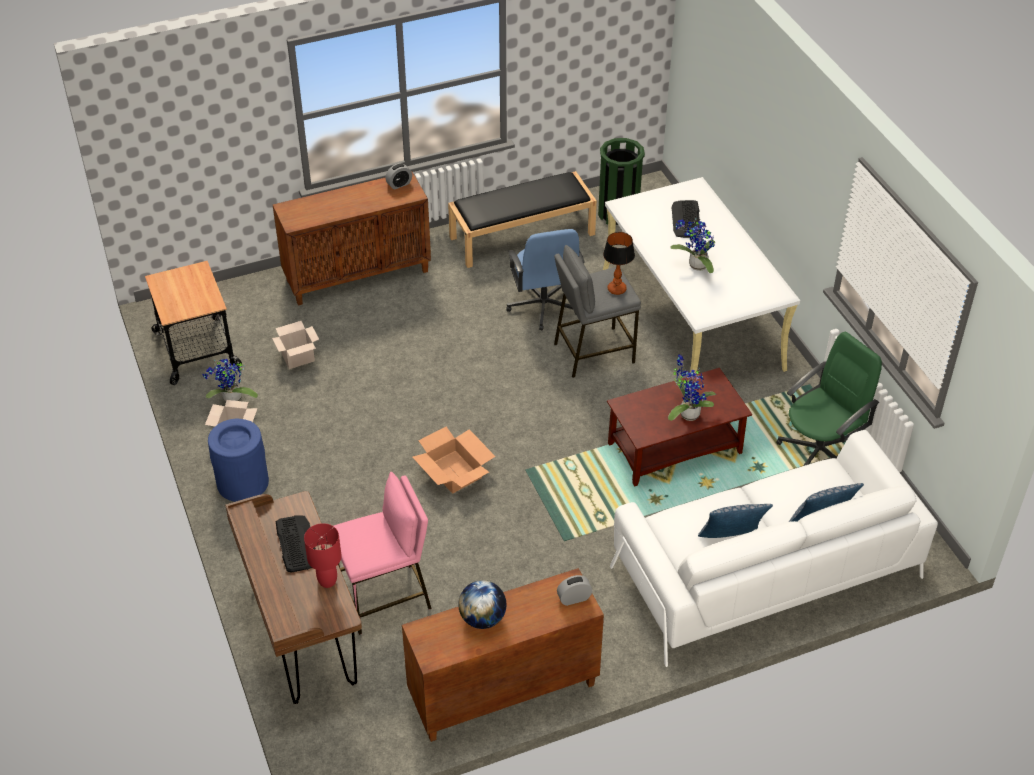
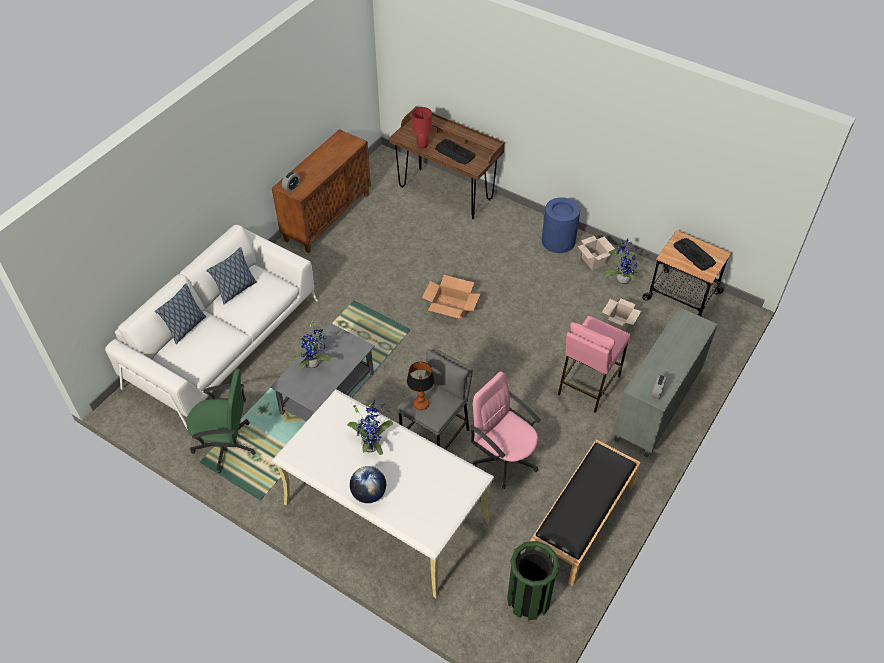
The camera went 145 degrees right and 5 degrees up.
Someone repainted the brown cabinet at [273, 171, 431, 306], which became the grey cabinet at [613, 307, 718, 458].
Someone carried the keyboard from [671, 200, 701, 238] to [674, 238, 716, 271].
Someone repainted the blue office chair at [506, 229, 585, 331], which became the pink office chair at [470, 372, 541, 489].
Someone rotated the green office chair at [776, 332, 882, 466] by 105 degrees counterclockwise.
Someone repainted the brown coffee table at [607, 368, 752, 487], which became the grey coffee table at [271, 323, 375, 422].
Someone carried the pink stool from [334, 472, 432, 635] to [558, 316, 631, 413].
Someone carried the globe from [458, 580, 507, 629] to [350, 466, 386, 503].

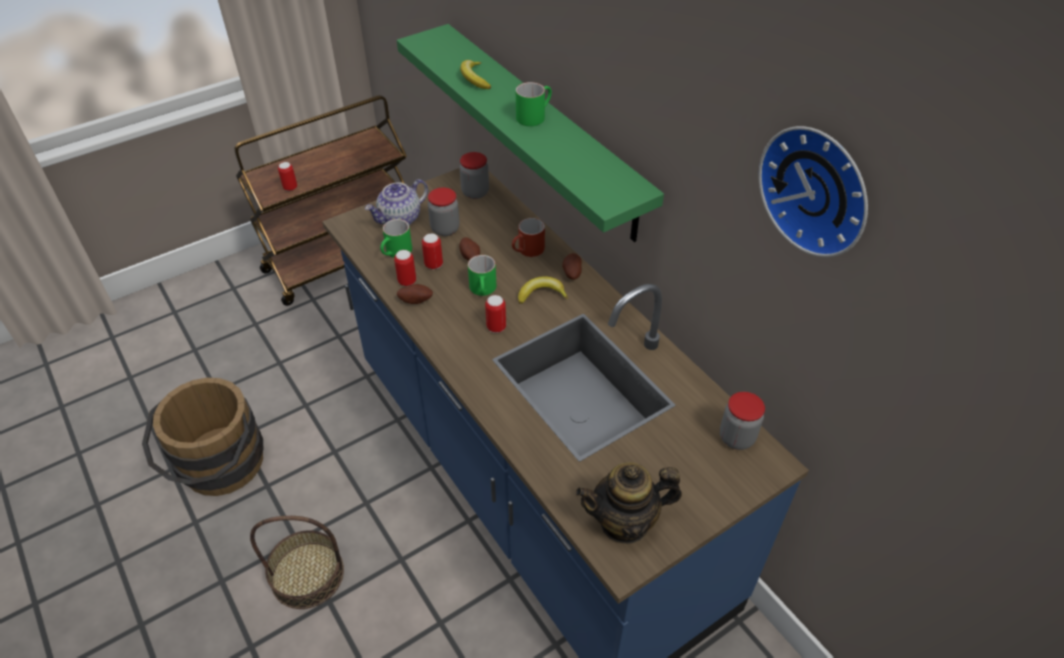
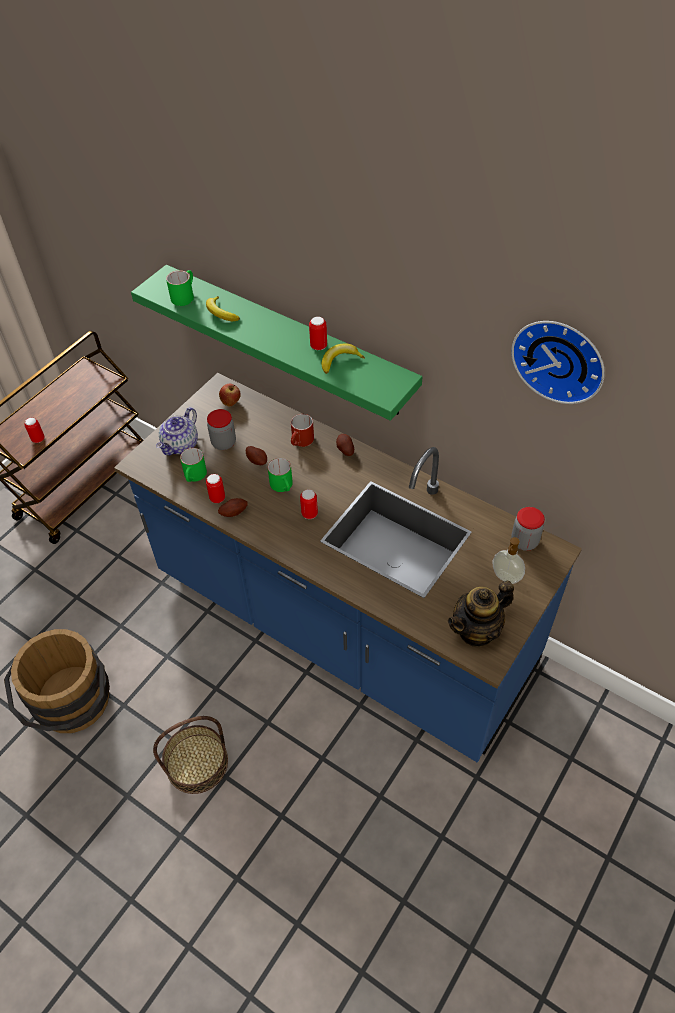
The camera went 20 degrees left and 5 degrees up.
Someone carried the green mug from [516, 82, 552, 126] to [166, 270, 194, 306].
Someone swapped the jar at [459, 152, 489, 199] for the apple at [219, 384, 241, 406].
Someone carried the can from [422, 234, 443, 269] to [309, 317, 327, 350].
Someone carried the banana from [518, 276, 568, 304] to [322, 344, 365, 374].
Someone put down the soap dispenser at [493, 537, 525, 584].

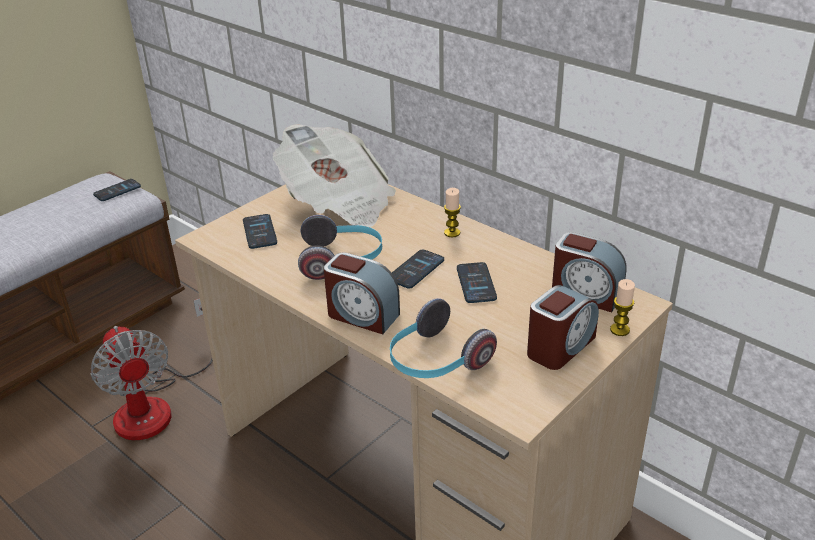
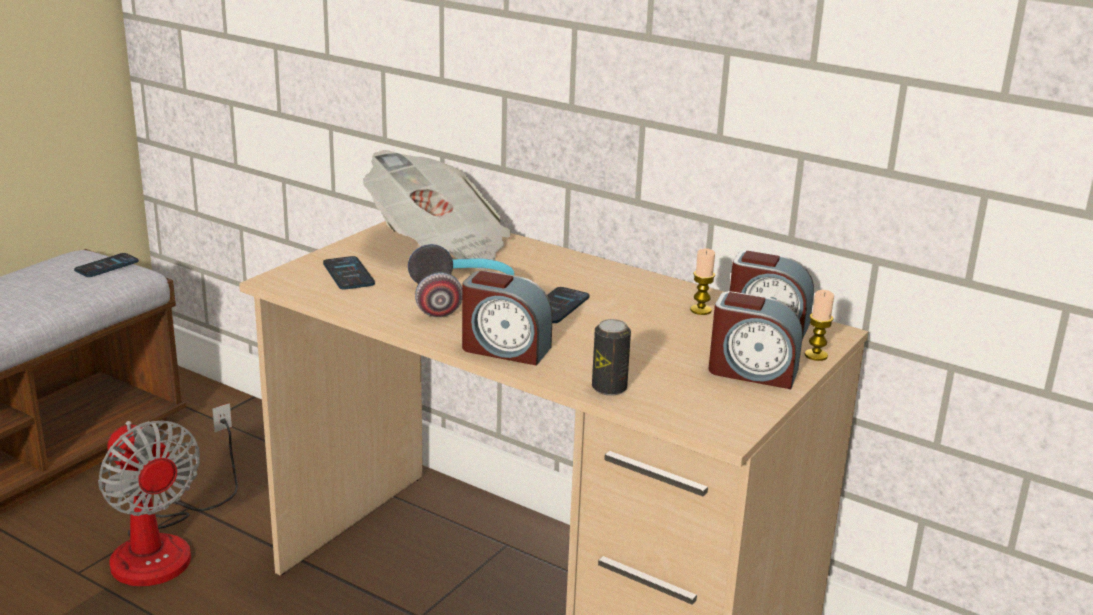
The camera went 10 degrees left and 10 degrees down.
Someone carried the candle from [444, 188, 461, 237] to [690, 249, 715, 315].
Someone took away the phone at [457, 262, 497, 303].
Someone rotated the alarm clock at [527, 285, 599, 370] by 75 degrees clockwise.
Someone swapped the headphones at [390, 298, 497, 378] for the can at [592, 319, 631, 396].

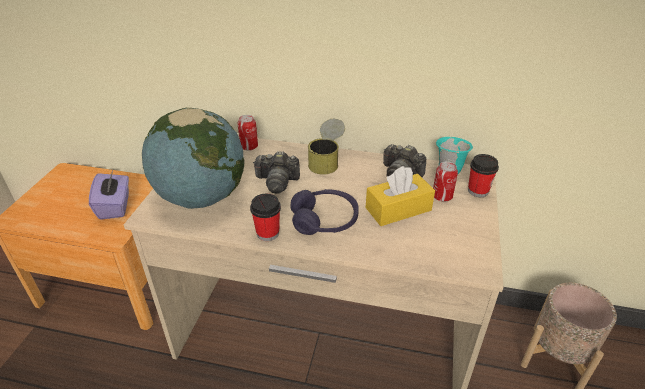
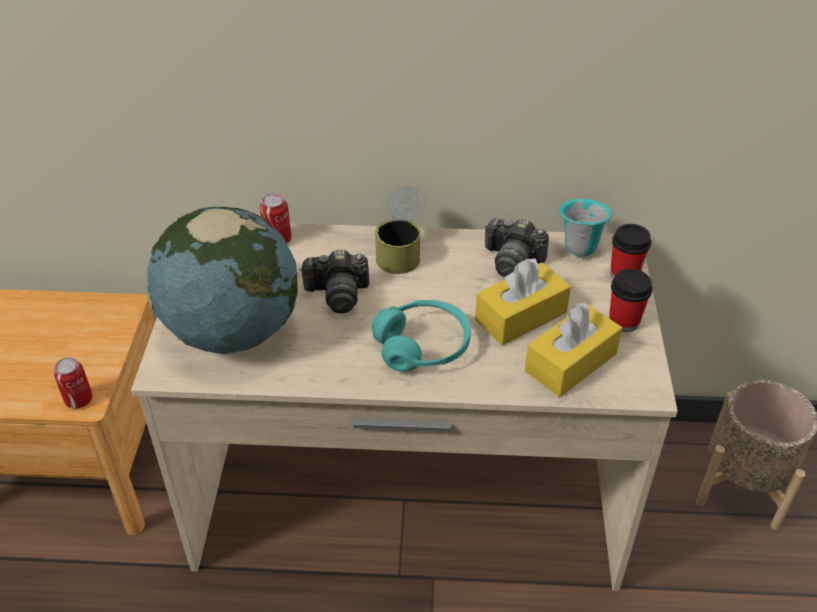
The camera went 10 degrees left and 5 degrees up.
Someone carried the can from [433, 161, 458, 202] to [54, 357, 93, 409].
Someone took away the purple tissue box at [89, 171, 129, 220].
Someone repainted the purple headphones at [290, 189, 359, 235], which became the turquoise headphones at [372, 300, 471, 372].
Someone carried the cup from [250, 194, 281, 241] to [609, 269, 652, 332].
Someone put down the yellow tissue box at [525, 303, 622, 397].

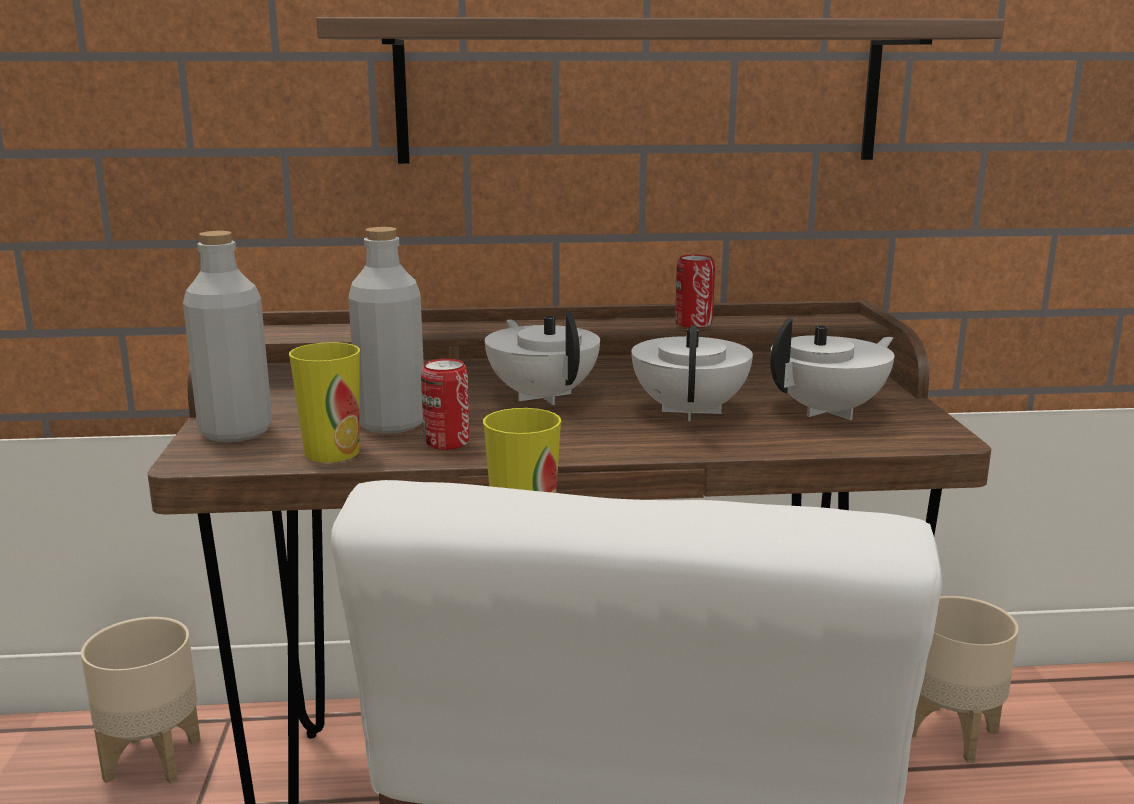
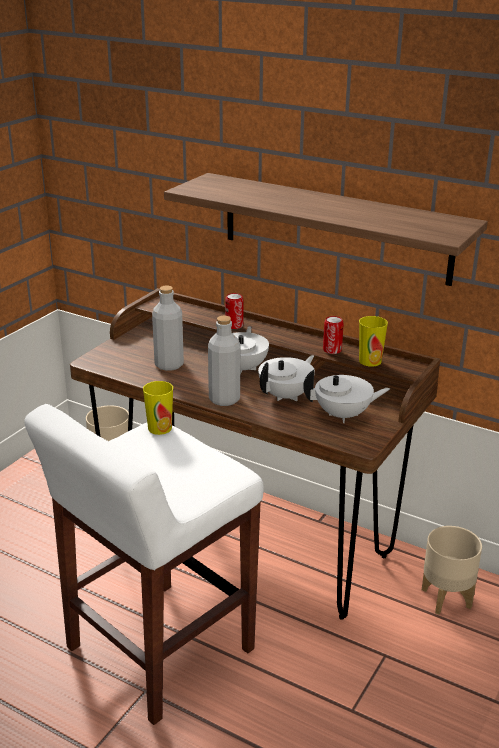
The camera went 35 degrees right and 10 degrees up.
Someone carried the grey bottle from [183, 231, 272, 442] to [208, 316, 240, 406].
Someone carried the cup from [289, 342, 360, 462] to [359, 316, 388, 367].
Someone carried the can from [421, 359, 470, 450] to [225, 293, 243, 329].

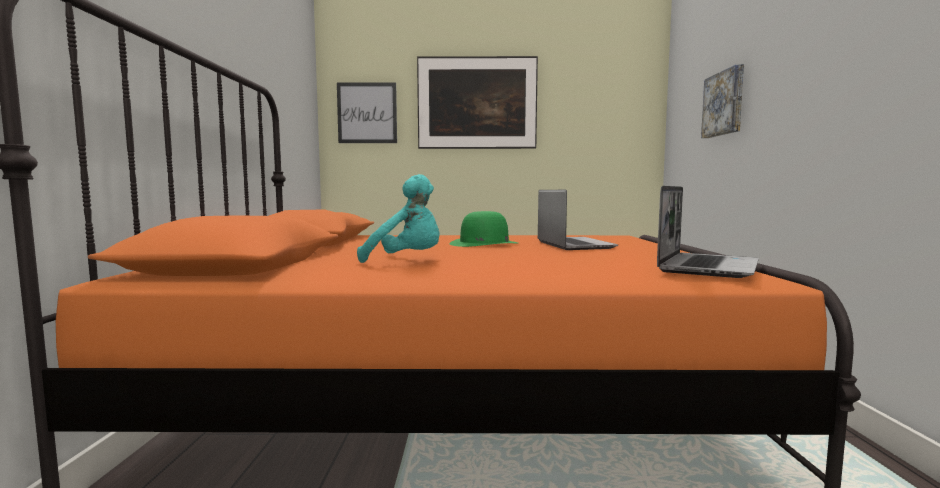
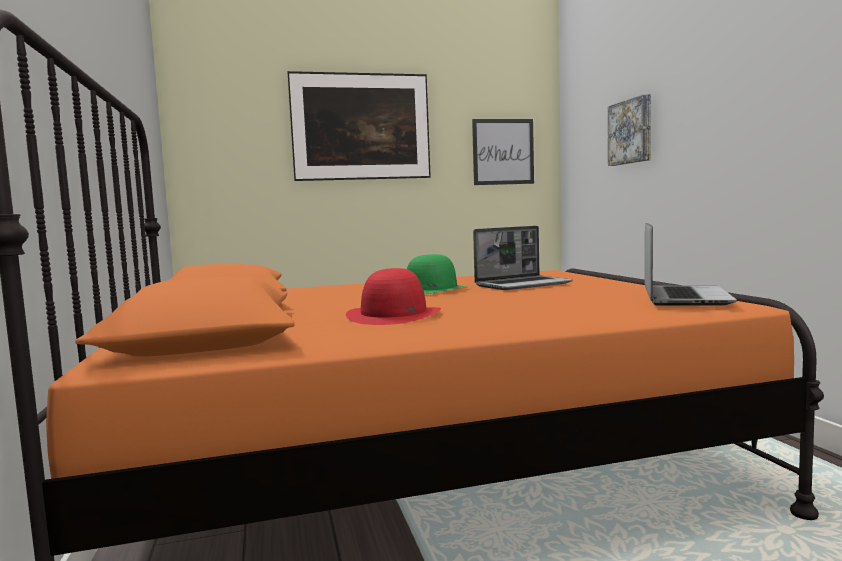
The camera went 15 degrees left and 0 degrees up.
Someone carried the picture from [337, 83, 397, 143] to [472, 119, 534, 185].
Someone swapped the turquoise plush toy at [357, 174, 440, 263] for the red hat at [346, 268, 441, 325].
Someone rotated the laptop at [538, 190, 618, 250] by 90 degrees clockwise.

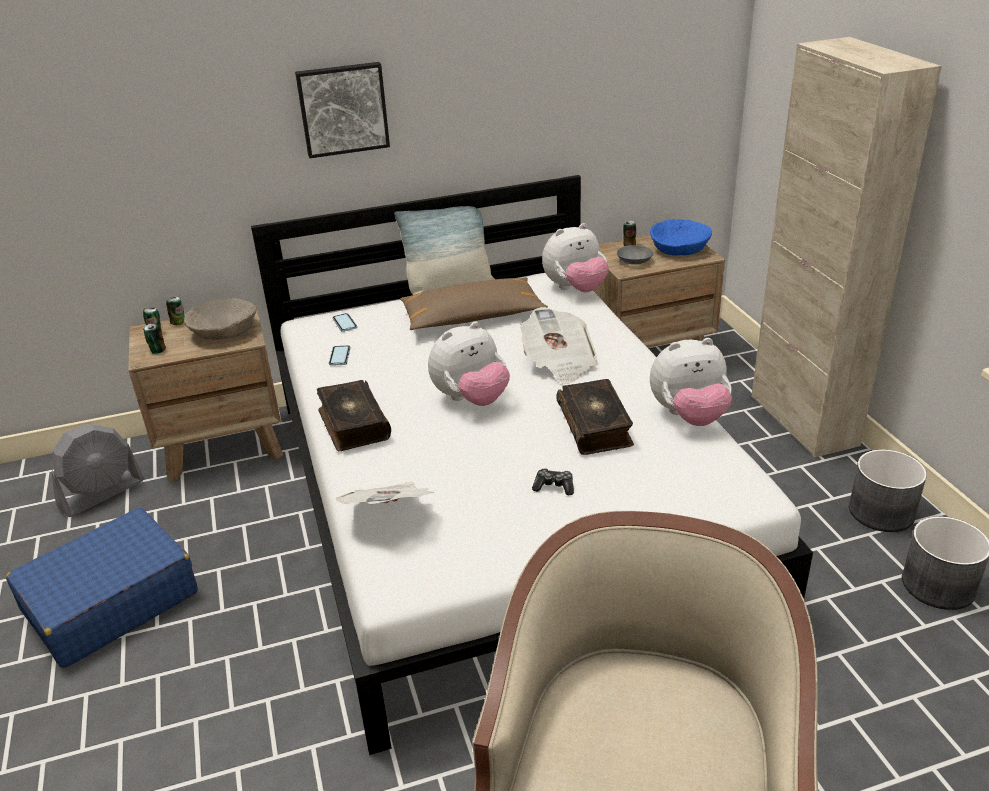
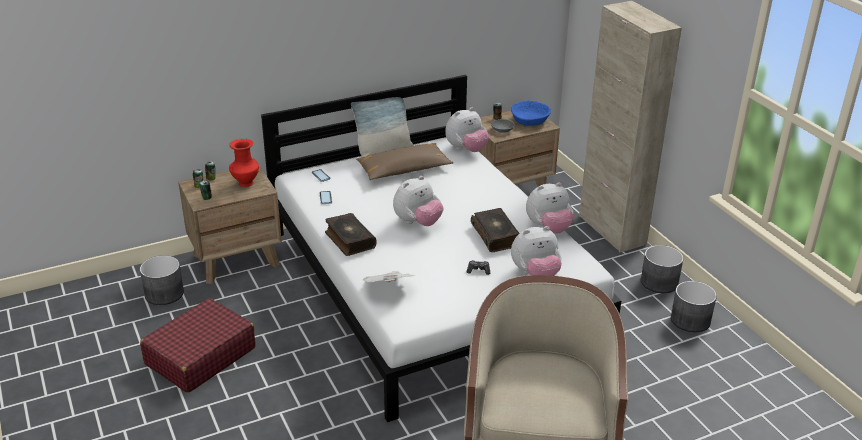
The camera went 10 degrees left and 0 degrees up.
Someone took away the picture at [295, 62, 390, 158].
Someone swapped the beige bowl at [184, 298, 256, 340] for the red vase at [229, 138, 259, 187].
Someone took away the newspaper at [520, 307, 598, 384].
Someone swapped the grey fan at [52, 424, 144, 517] for the grey planter at [140, 255, 184, 305].
Someone repainted the blue suitcase at [6, 507, 198, 668], which became the red suitcase at [140, 298, 256, 393].
Someone put down the plush toy at [511, 226, 562, 276].

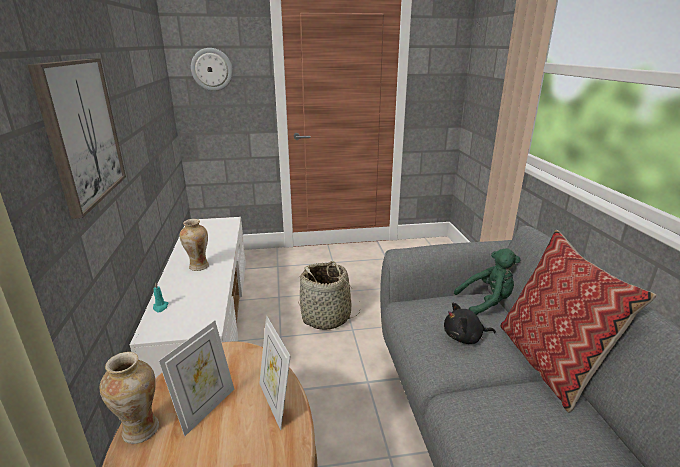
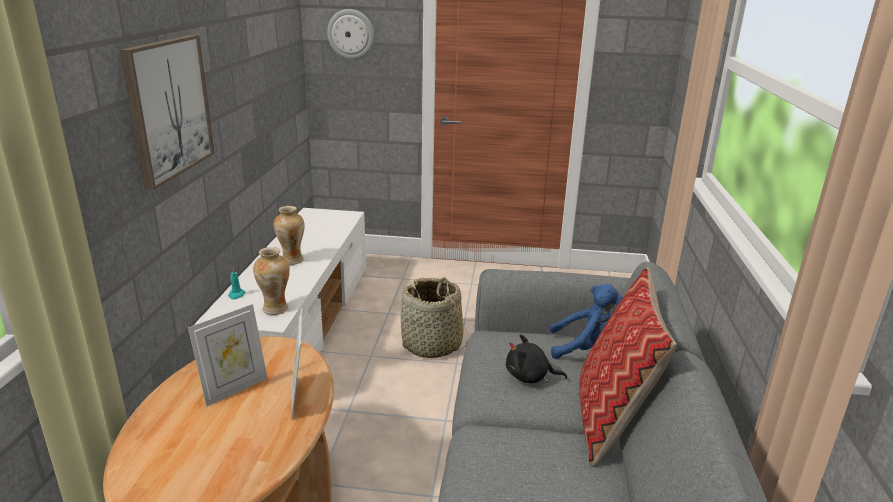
The camera went 15 degrees right and 0 degrees up.
Someone repainted the green plush toy at [454, 249, 521, 315], which became the blue plush toy at [550, 284, 623, 359].
Someone carried the vase from [100, 352, 159, 444] to [253, 247, 290, 315].

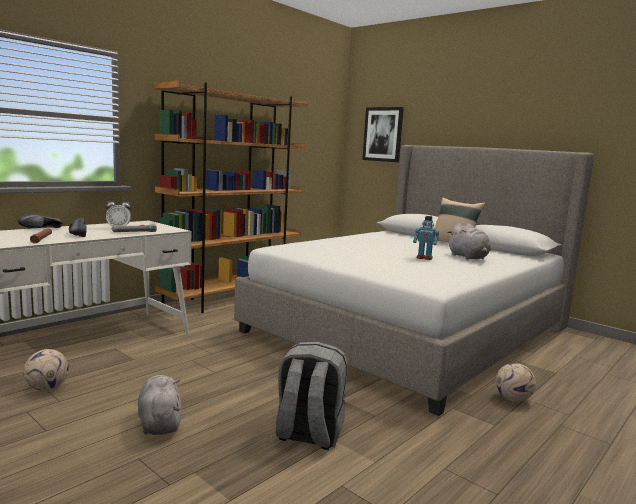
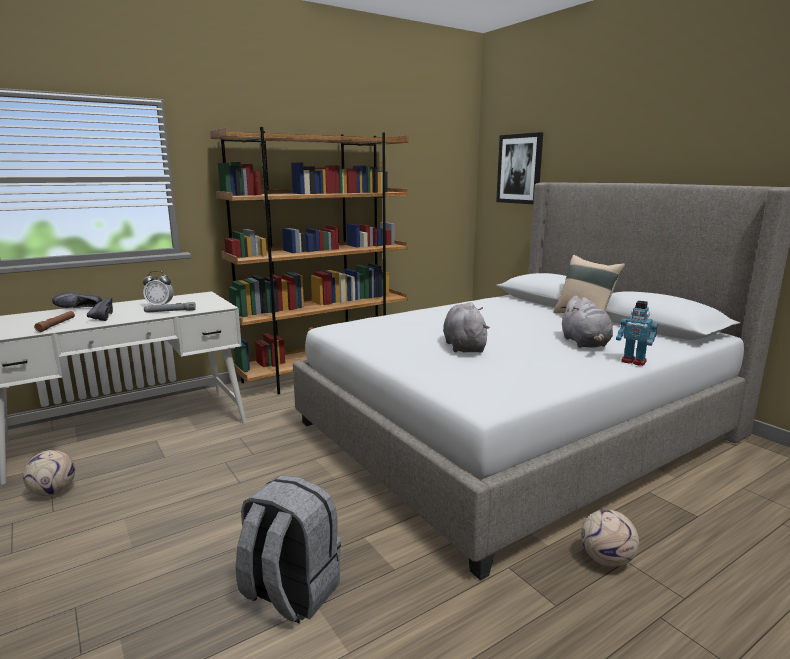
The camera went 15 degrees right and 5 degrees up.
Someone carried the toy robot from [413, 216, 439, 260] to [616, 301, 658, 366].
Someone carried the grey plush toy from [138, 375, 182, 435] to [443, 302, 490, 353].

